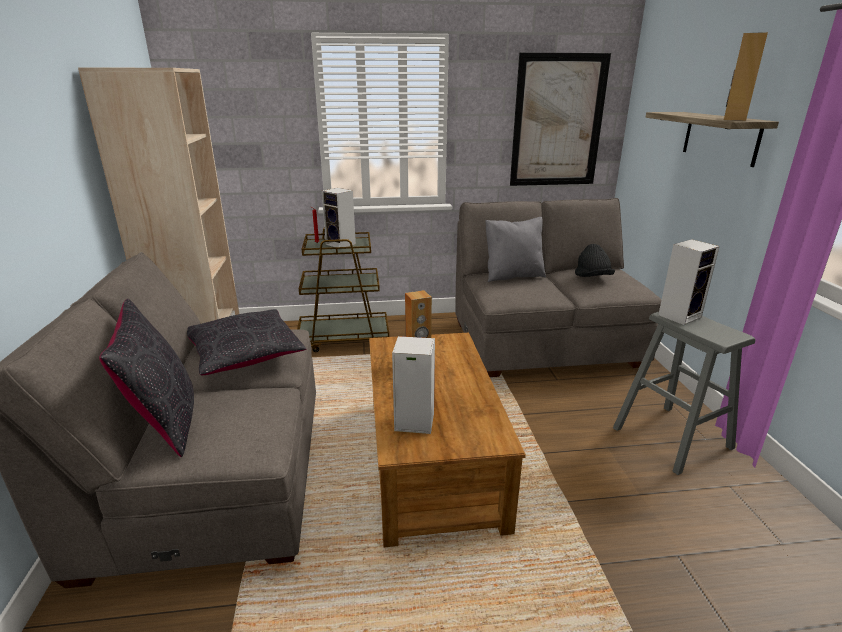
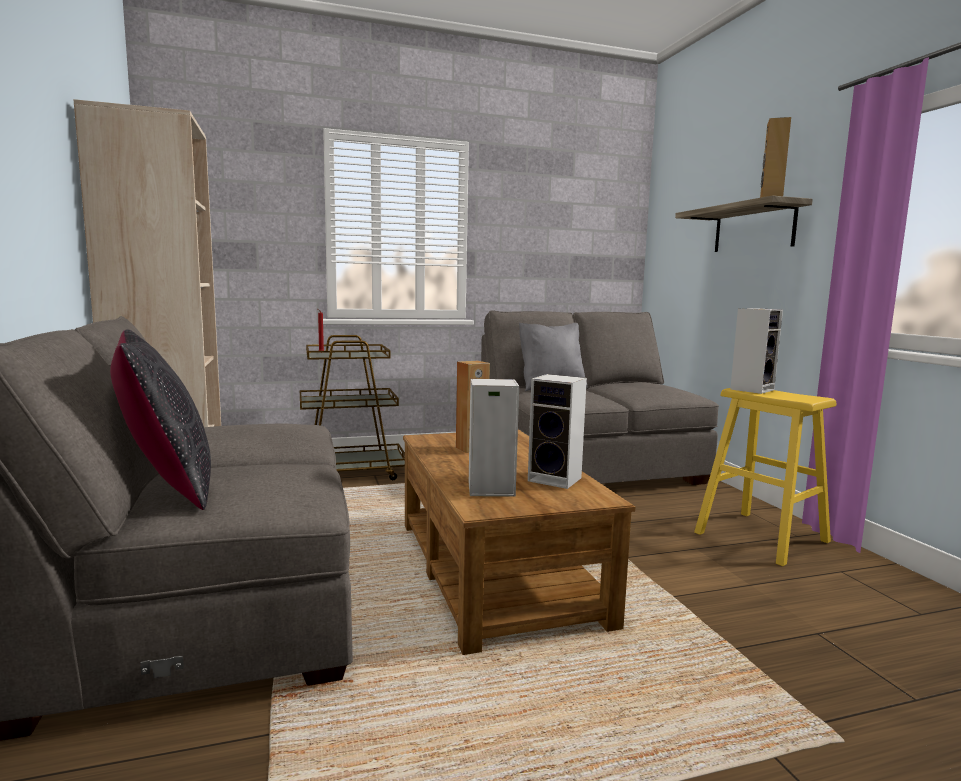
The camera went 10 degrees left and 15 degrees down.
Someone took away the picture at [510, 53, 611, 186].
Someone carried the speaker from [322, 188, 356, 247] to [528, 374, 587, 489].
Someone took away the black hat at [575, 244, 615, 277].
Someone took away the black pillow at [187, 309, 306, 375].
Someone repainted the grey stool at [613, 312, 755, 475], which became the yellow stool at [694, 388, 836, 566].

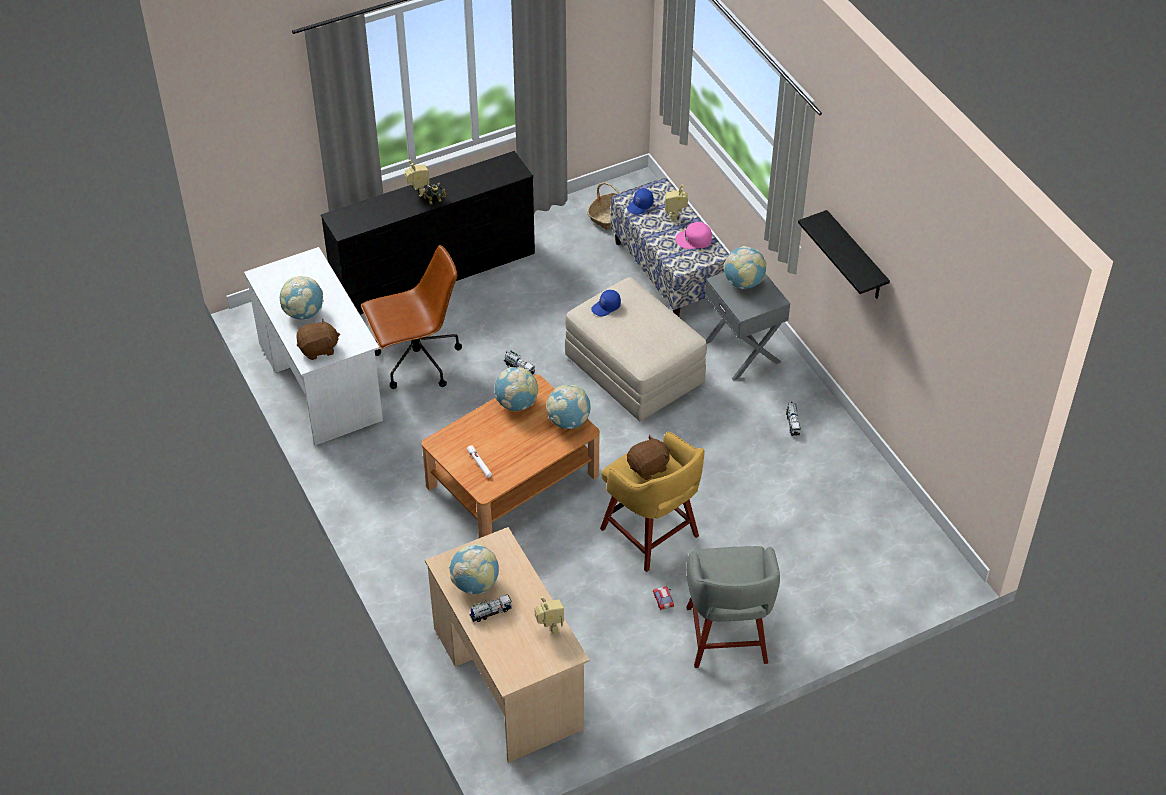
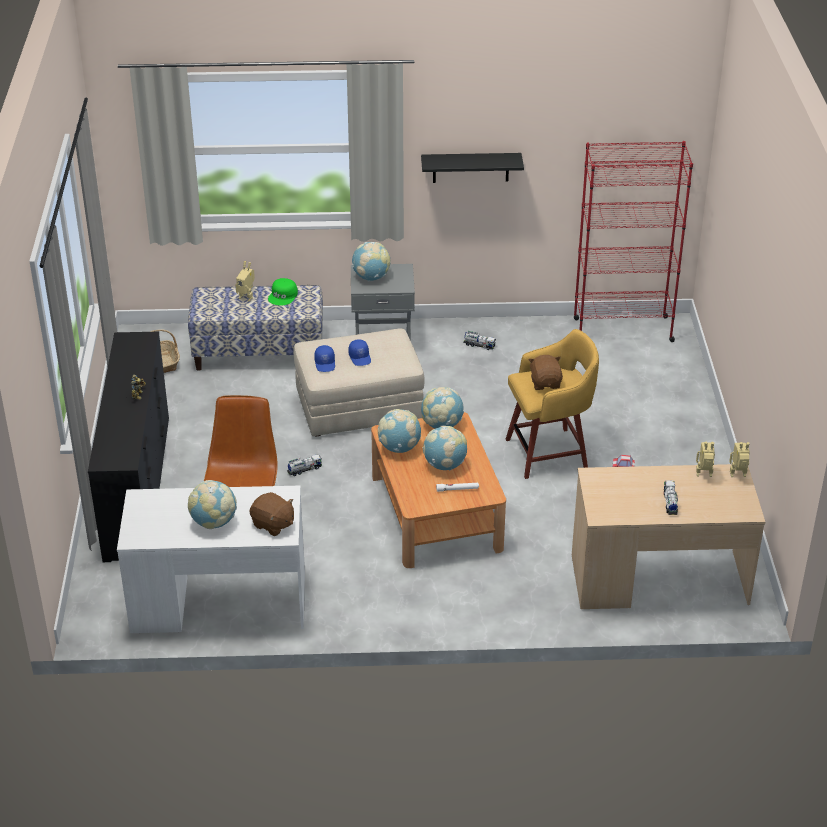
The camera went 65 degrees left and 10 degrees down.
Someone carried the toy robot from [405, 160, 430, 197] to [729, 442, 750, 477].
Someone carried the blue cap from [627, 189, 654, 215] to [348, 339, 371, 366].
Someone repainted the pink cap at [675, 222, 712, 249], which became the green cap at [268, 278, 298, 305].
Someone rotated the brown plush toy at [296, 319, 340, 360] by 120 degrees clockwise.
Someone carried the globe from [449, 544, 499, 594] to [422, 426, 467, 471].
Someone took away the grey stool at [686, 546, 780, 668].
Someone put down the red bookcase at [574, 141, 693, 342].

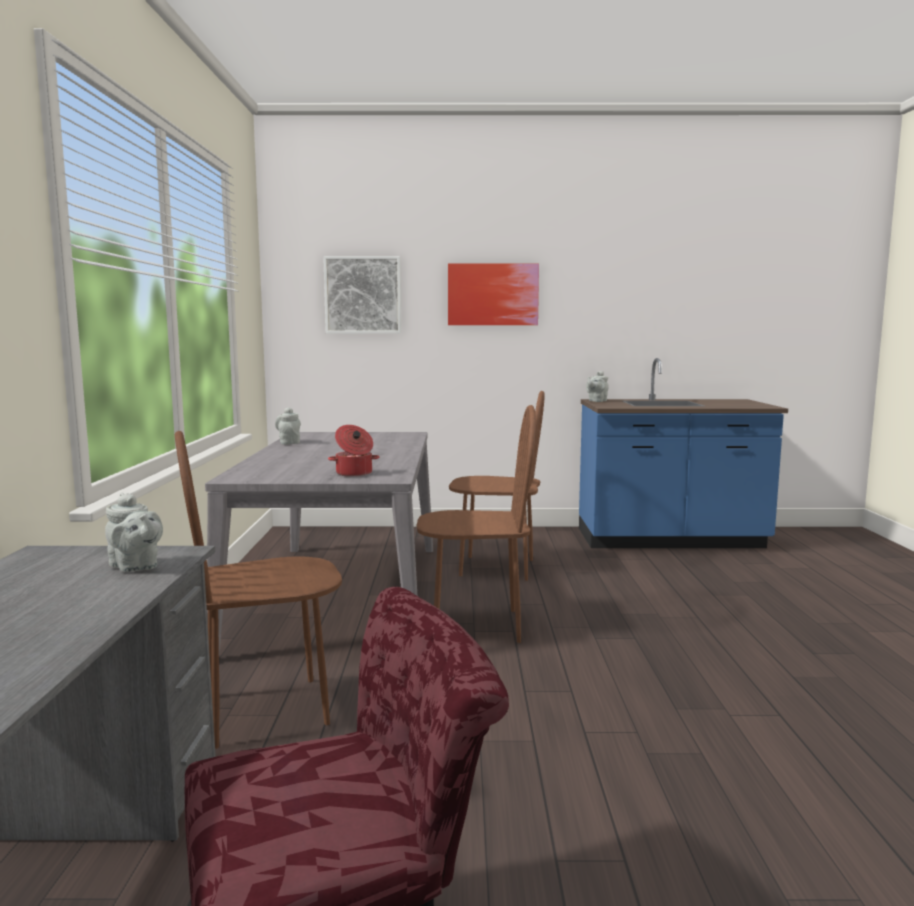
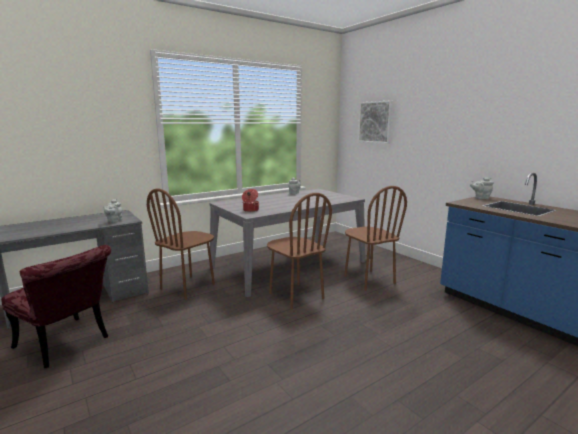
The camera went 55 degrees right and 5 degrees up.
Someone took away the picture at [448, 263, 539, 325].
Someone rotated the brown chair at [175, 431, 342, 749] by 90 degrees counterclockwise.

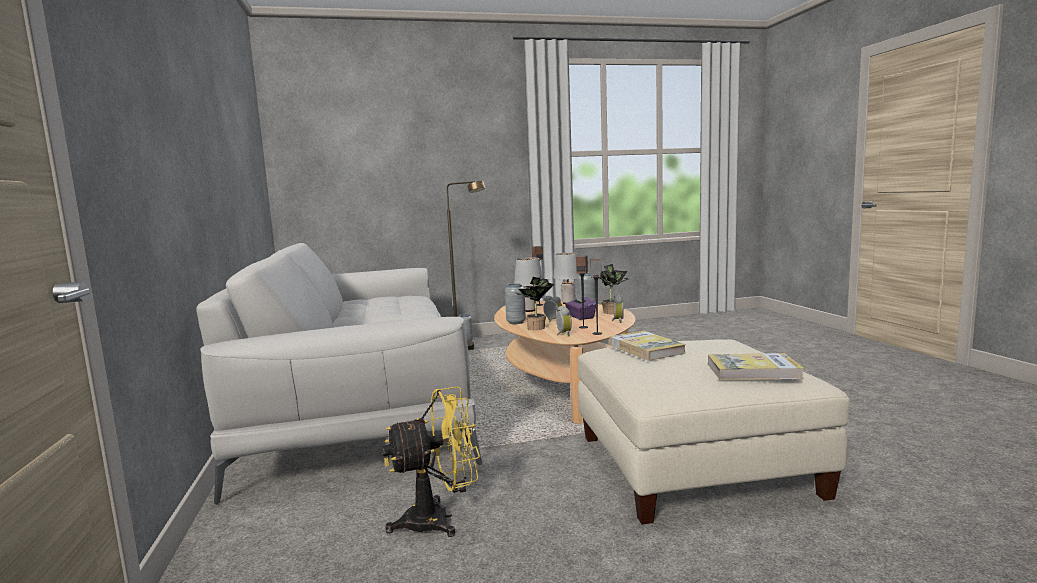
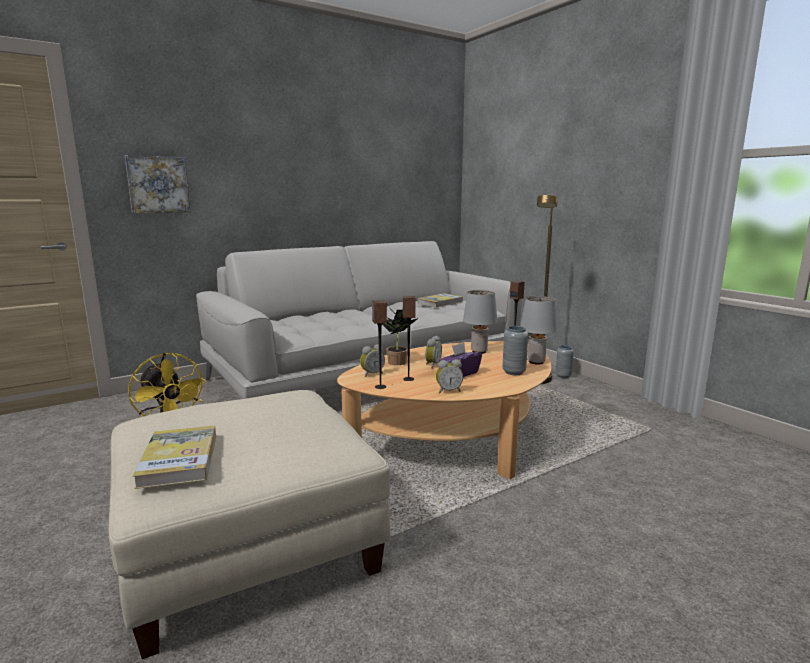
The camera went 70 degrees right and 5 degrees up.
Someone took away the potted plant at [599, 264, 629, 314].
Someone took away the grey vase at [505, 283, 526, 324].
Someone carried the book from [609, 331, 686, 361] to [418, 293, 463, 308].
Someone put up the picture at [125, 155, 191, 213].

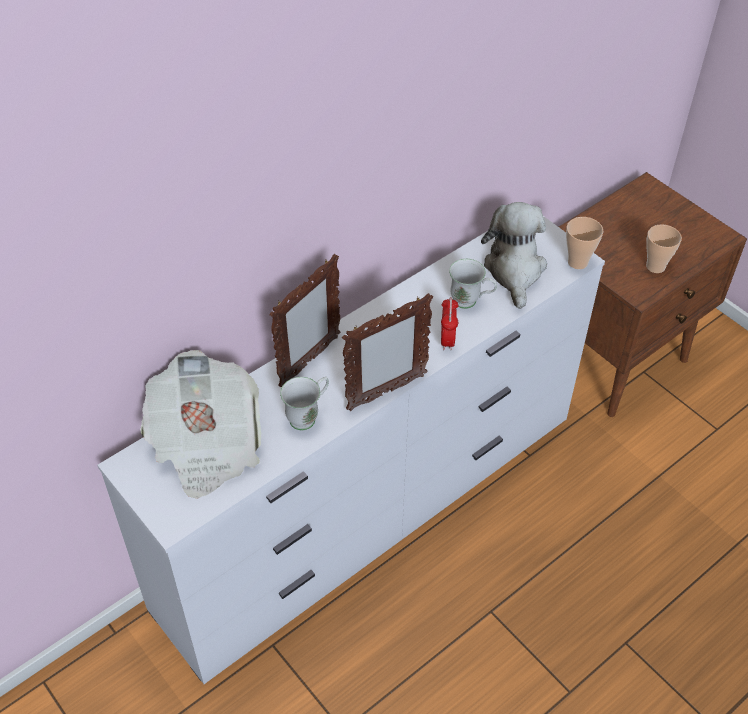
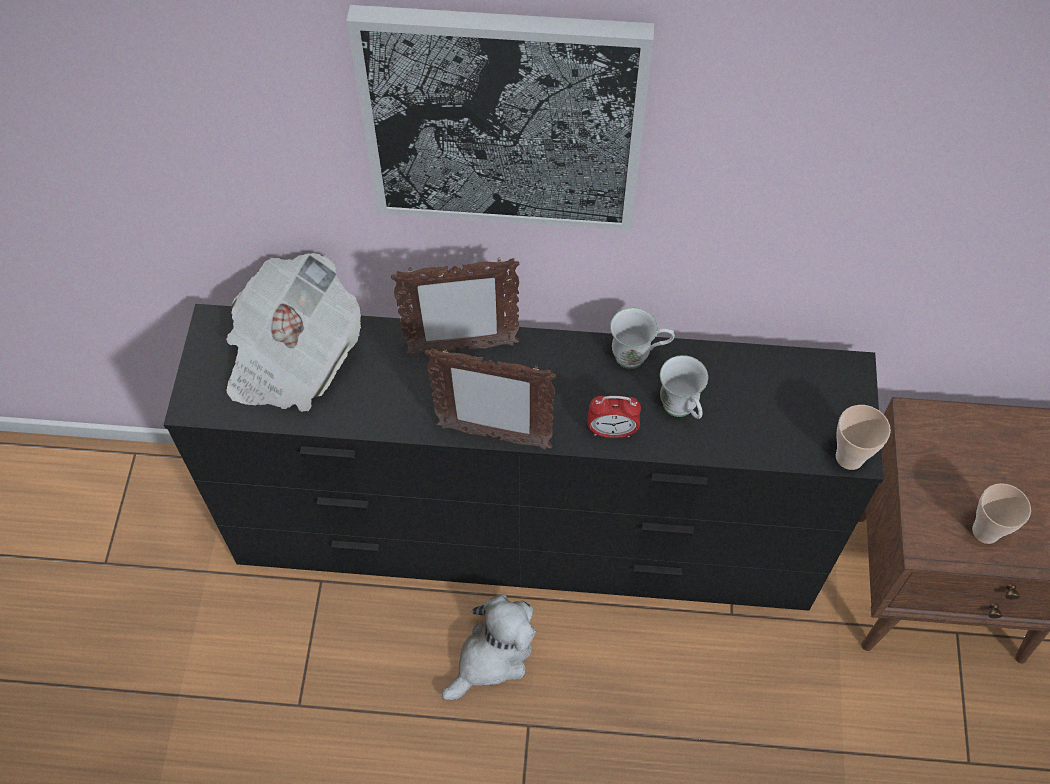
The camera went 45 degrees right and 10 degrees up.
Someone carried the plush toy from [481, 202, 547, 309] to [442, 594, 536, 700].
Someone repainted the white dresser at [97, 216, 605, 684], which became the black dresser at [164, 304, 883, 611].
Someone rotated the alarm clock at [441, 297, 458, 350] by 45 degrees clockwise.
Someone carried the white mug from [280, 377, 329, 430] to [610, 308, 675, 369].
Someone put up the picture at [347, 5, 654, 231].

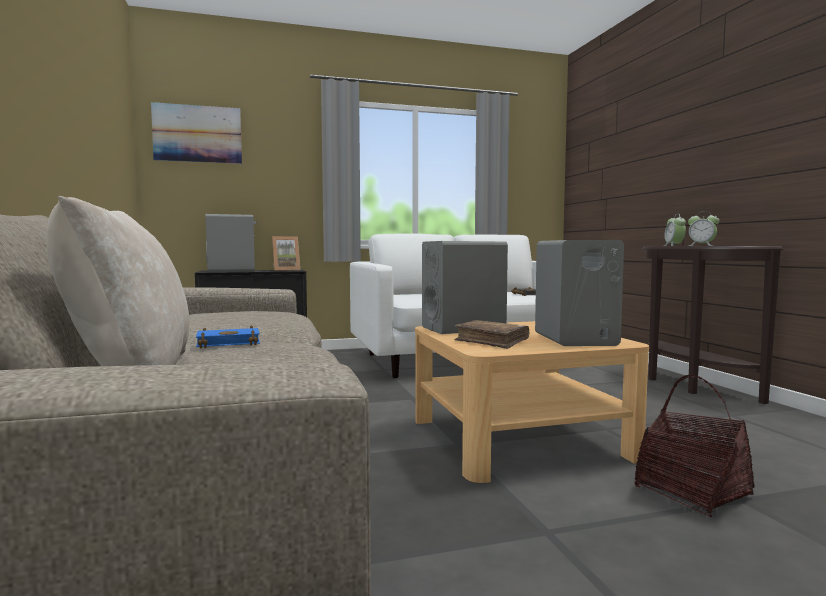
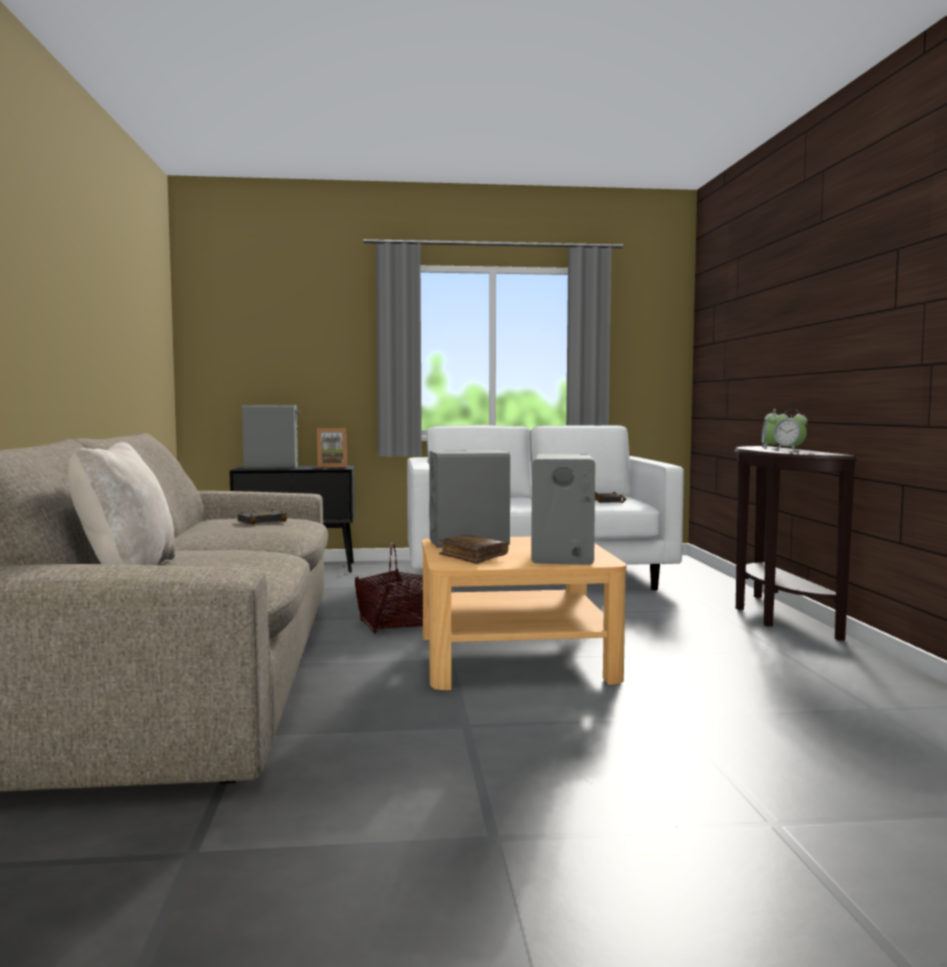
The camera went 10 degrees right and 0 degrees up.
Someone took away the picture at [151, 102, 242, 164].
Someone took away the blue book at [196, 325, 260, 348].
Someone carried the basket from [635, 375, 755, 517] to [355, 542, 423, 634].
Someone put down the black book at [237, 509, 287, 525].

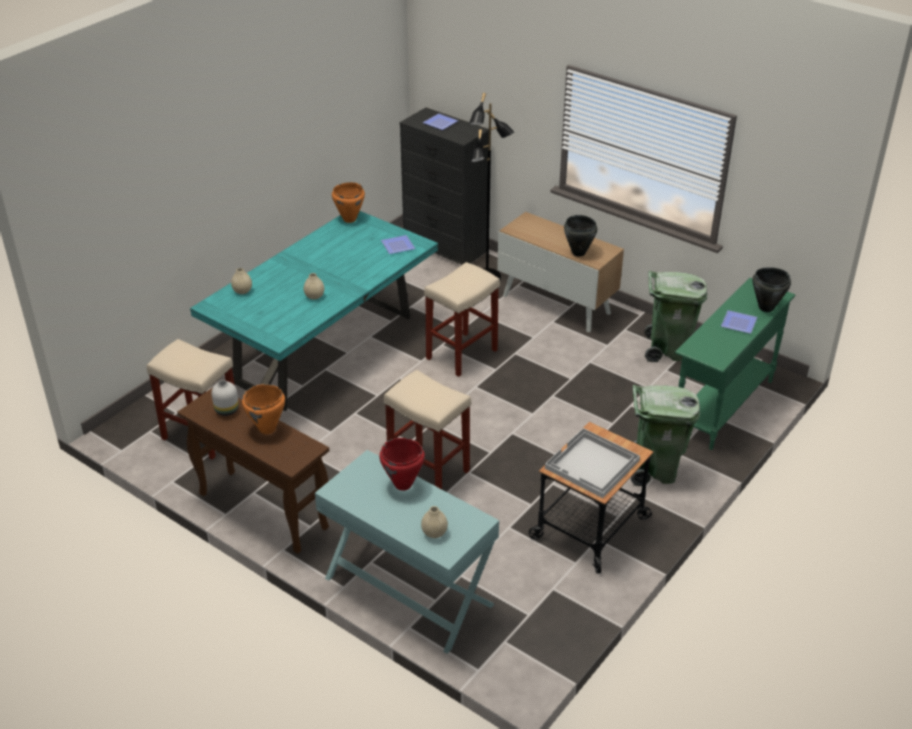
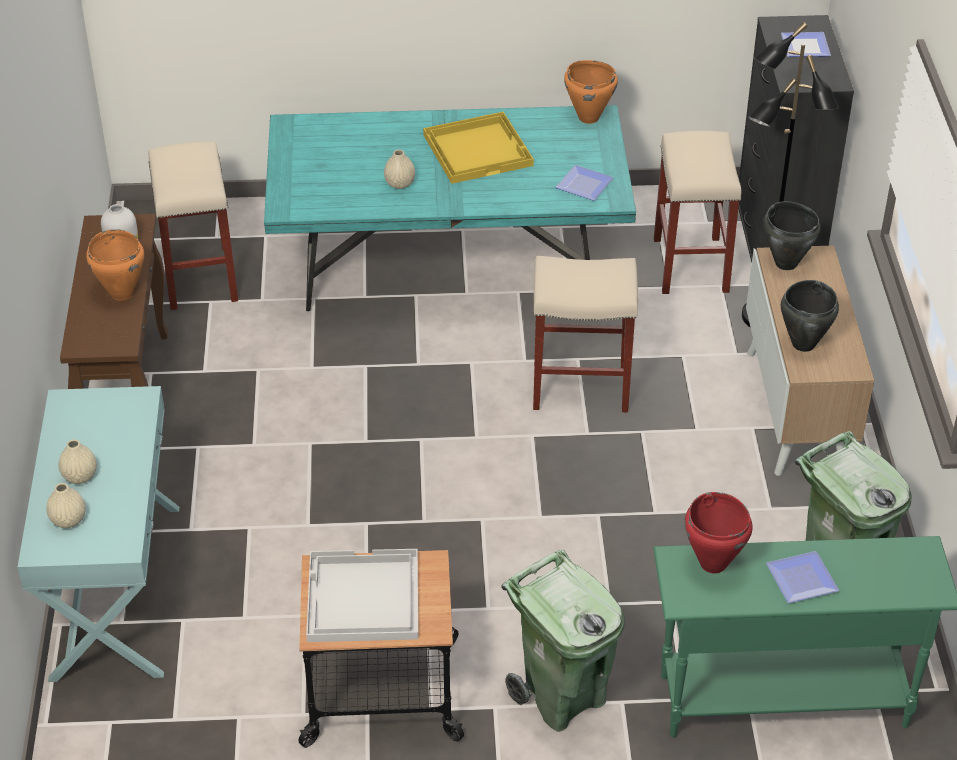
The camera went 50 degrees right and 5 degrees up.
Someone carried the black cooking pot from [752, 267, 791, 312] to [763, 201, 821, 270].
Someone carried the beige vase from [231, 268, 252, 294] to [59, 439, 97, 484].
Someone carried the beige stool from [384, 370, 471, 489] to [654, 131, 742, 294].
Someone carried the red cooking pot from [380, 438, 425, 491] to [685, 492, 753, 573].
Someone put down the yellow tray at [423, 112, 534, 184].

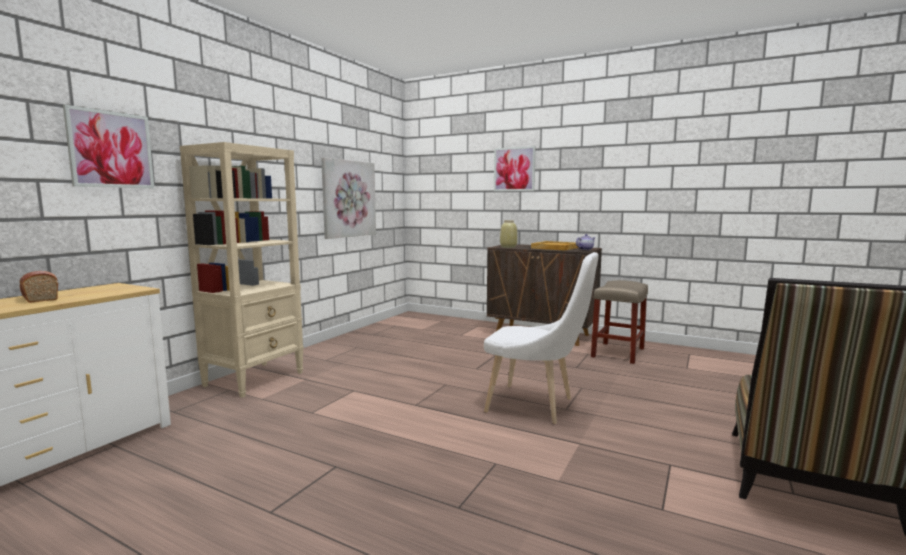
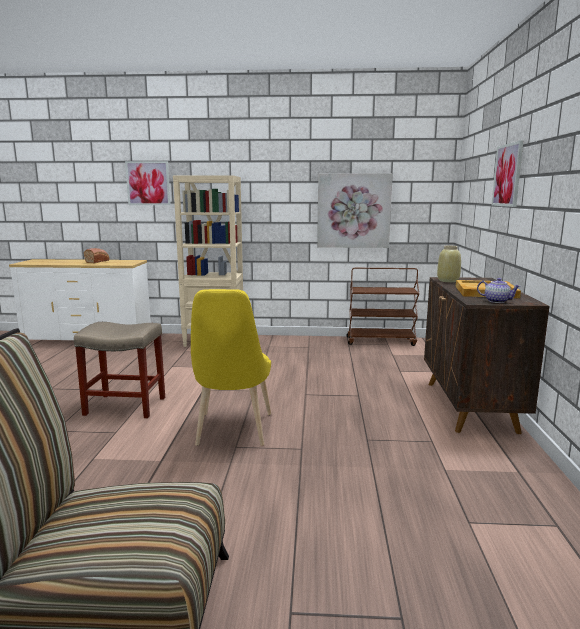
The camera went 65 degrees right and 5 degrees up.
Someone repainted the white chair at [484, 252, 599, 424], which became the yellow chair at [191, 289, 271, 446].
Someone carried the beige stool from [591, 280, 648, 364] to [74, 322, 165, 418].
Someone put down the brown cart at [347, 268, 419, 346].

